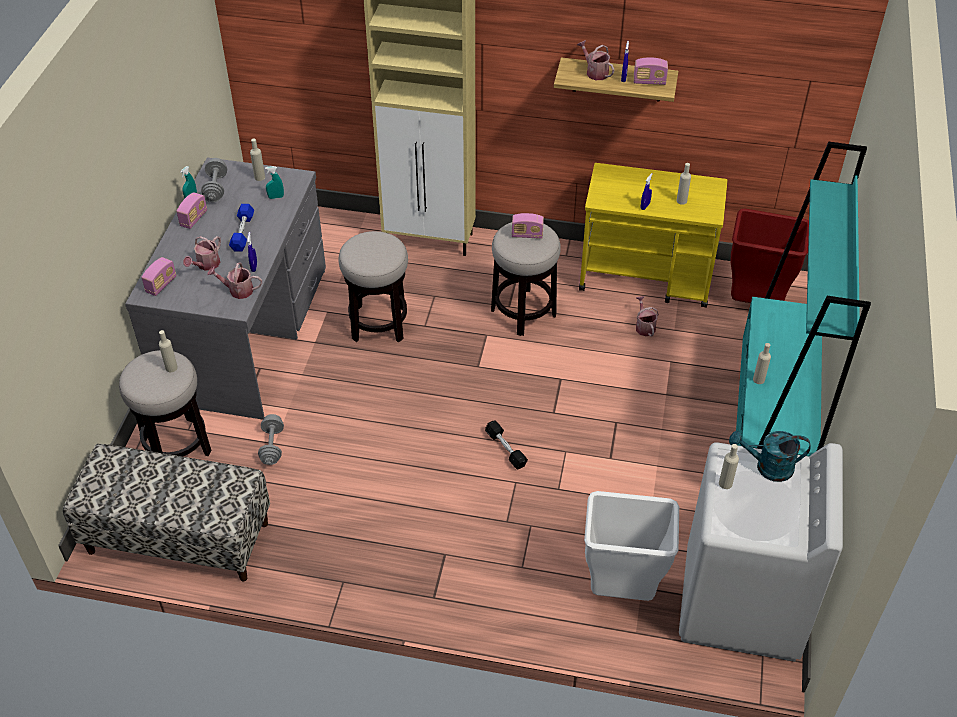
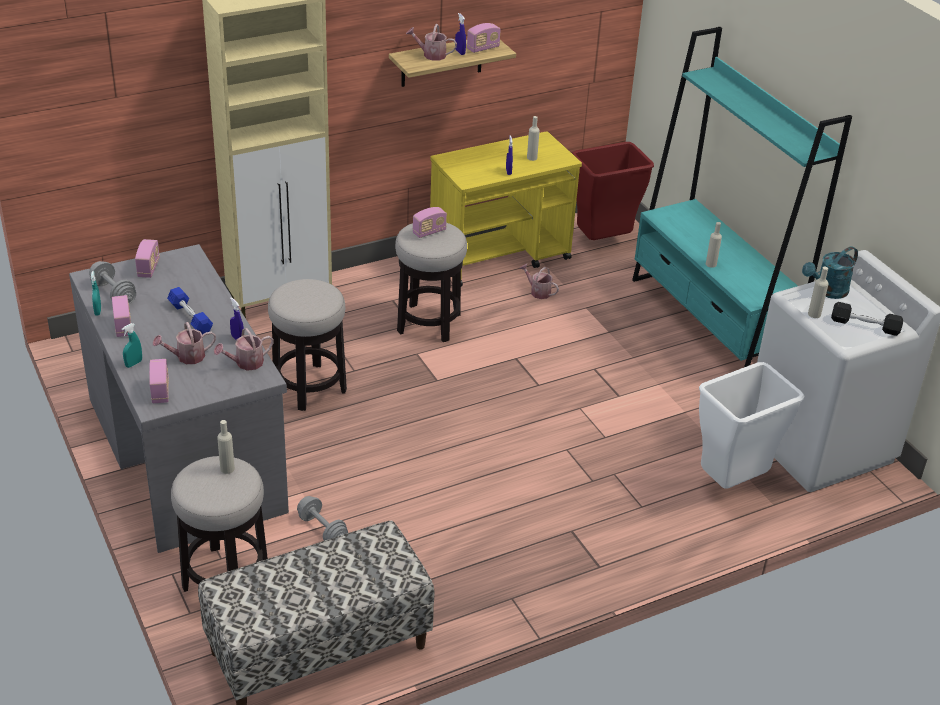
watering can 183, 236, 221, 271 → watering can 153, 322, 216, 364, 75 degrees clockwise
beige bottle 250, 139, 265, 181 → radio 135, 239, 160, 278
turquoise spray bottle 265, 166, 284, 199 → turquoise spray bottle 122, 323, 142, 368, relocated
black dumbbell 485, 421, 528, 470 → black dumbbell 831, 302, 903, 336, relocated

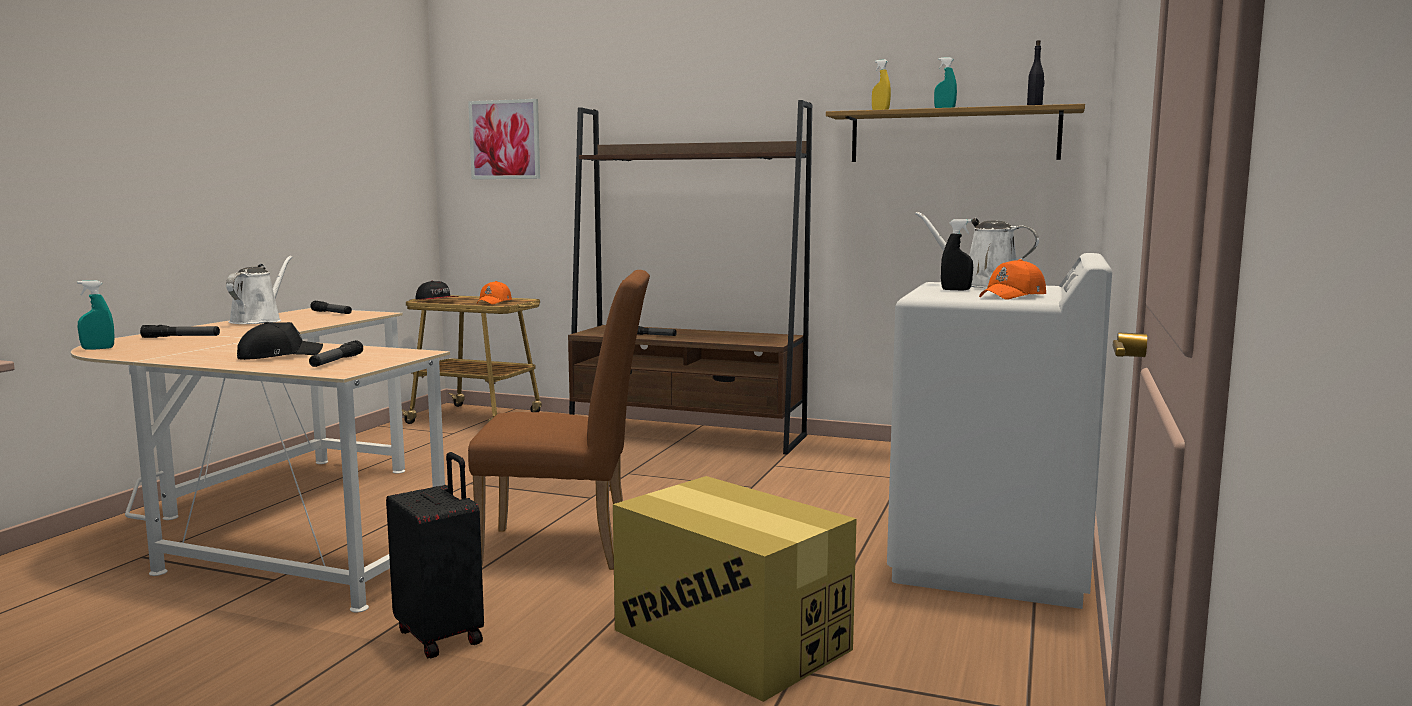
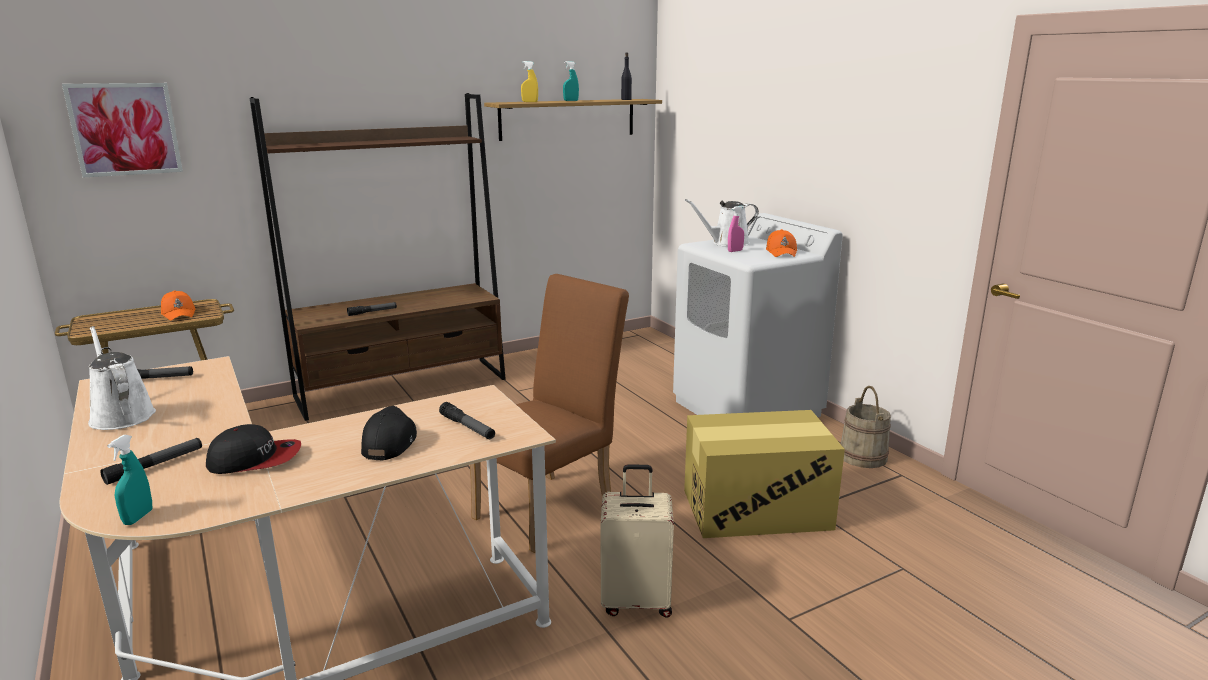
black suitcase 386, 452, 484, 658 → beige suitcase 601, 464, 674, 617
cap 416, 280, 458, 299 → cap 206, 424, 301, 474, relocated
black spray bottle 941, 219, 973, 290 → pink spray bottle 728, 206, 744, 252
- → beige bucket 840, 386, 891, 468

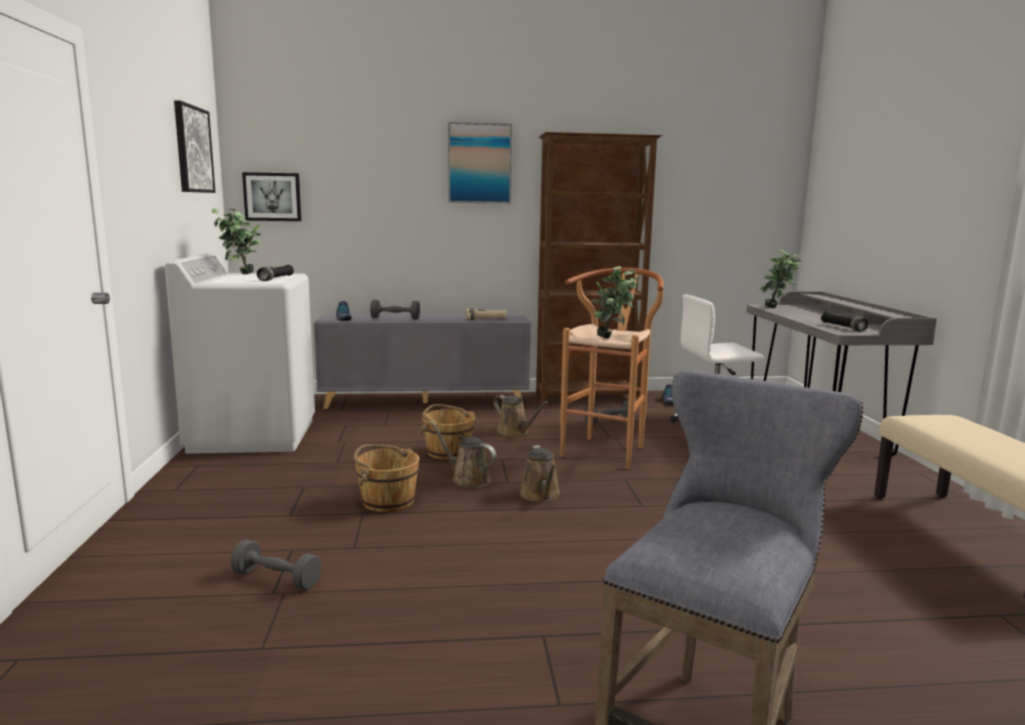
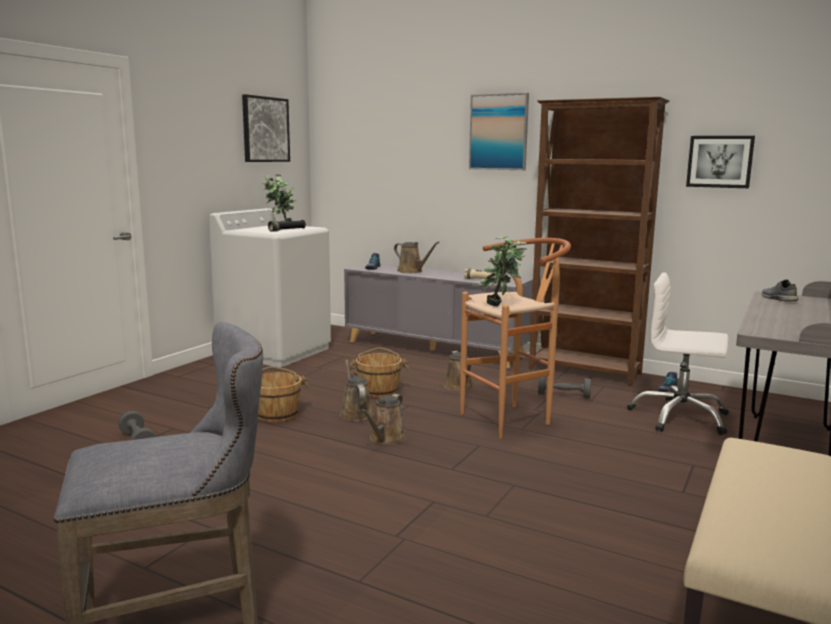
picture 242, 172, 301, 221 → picture 686, 136, 755, 188, relocated
grey dumbbell 370, 300, 420, 319 → brown watering can 394, 242, 439, 273
potted plant 759, 250, 802, 308 → grey shoe 762, 280, 798, 301
black flashlight 821, 312, 868, 331 → -

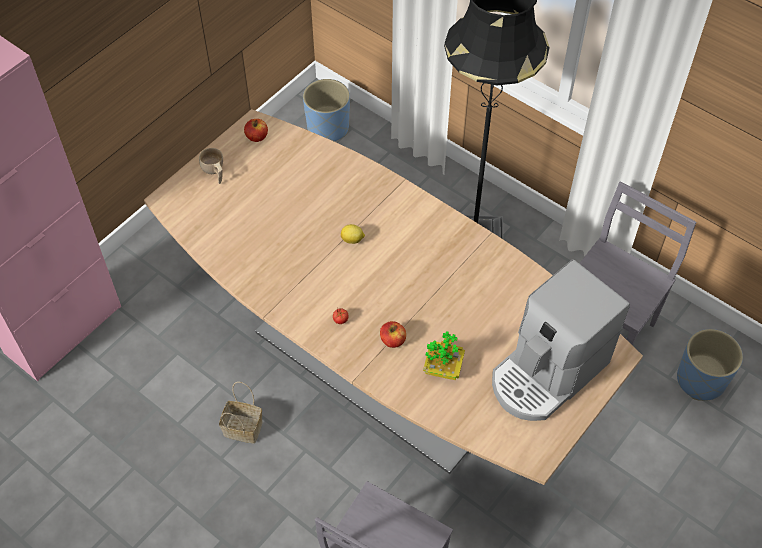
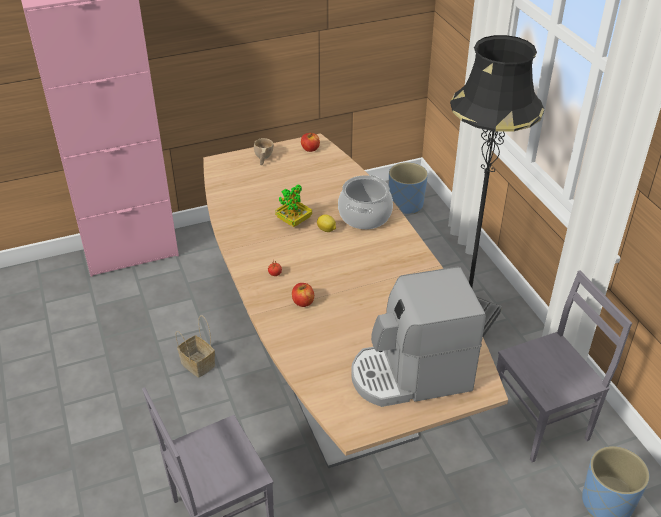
potted plant 423, 331, 465, 380 → potted plant 275, 184, 312, 227, relocated
- → cooking pot 338, 175, 393, 229

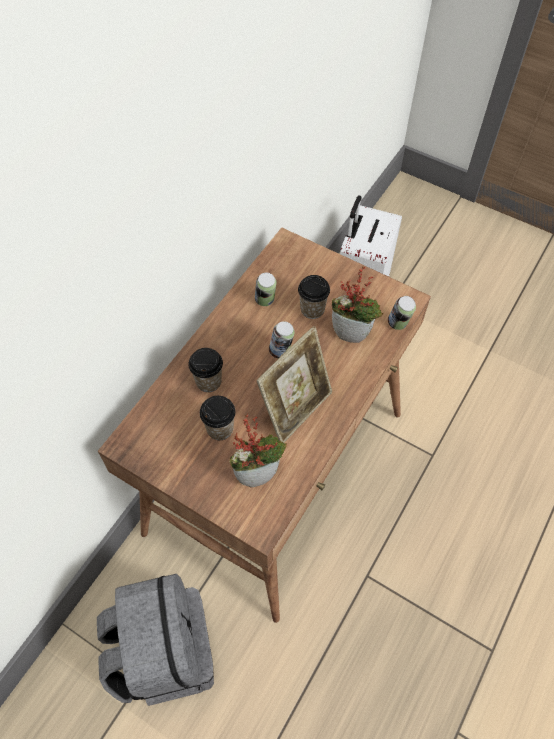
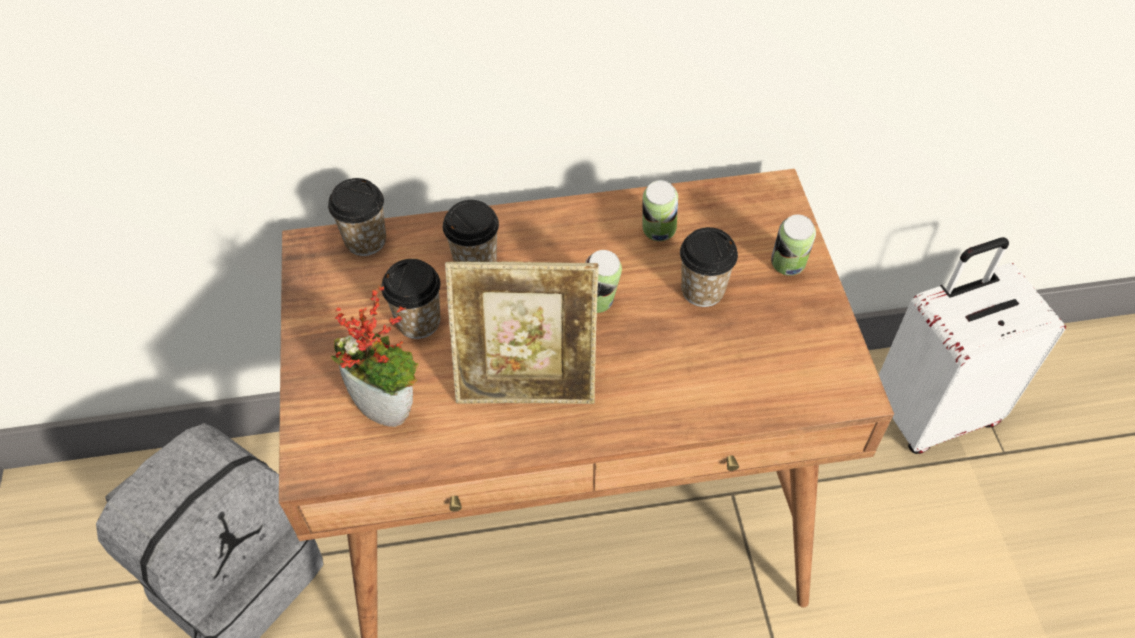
potted plant 332, 266, 383, 343 → -
can 388, 296, 416, 330 → can 771, 214, 816, 276, relocated
- → cup 328, 178, 386, 256

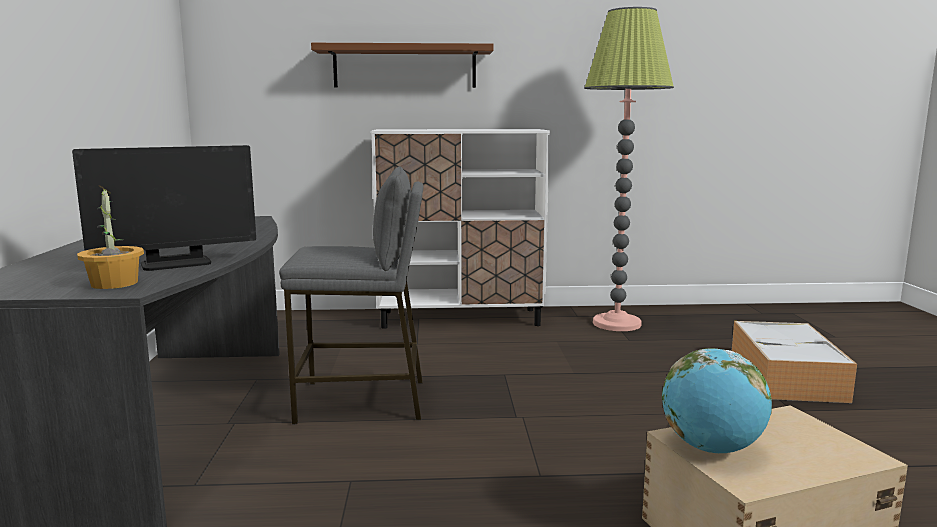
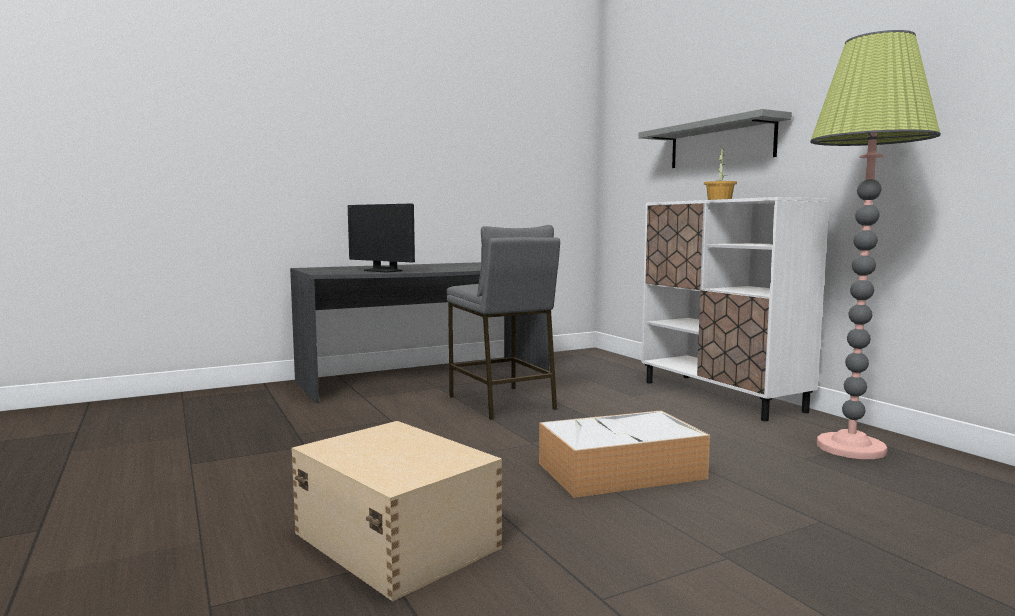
potted plant 77, 185, 144, 289 → potted plant 704, 149, 737, 200, relocated
brown shelf 311, 43, 494, 88 → grey shelf 639, 109, 792, 168
globe 662, 348, 772, 453 → -
storage box 732, 321, 857, 403 → storage box 539, 410, 710, 498, relocated

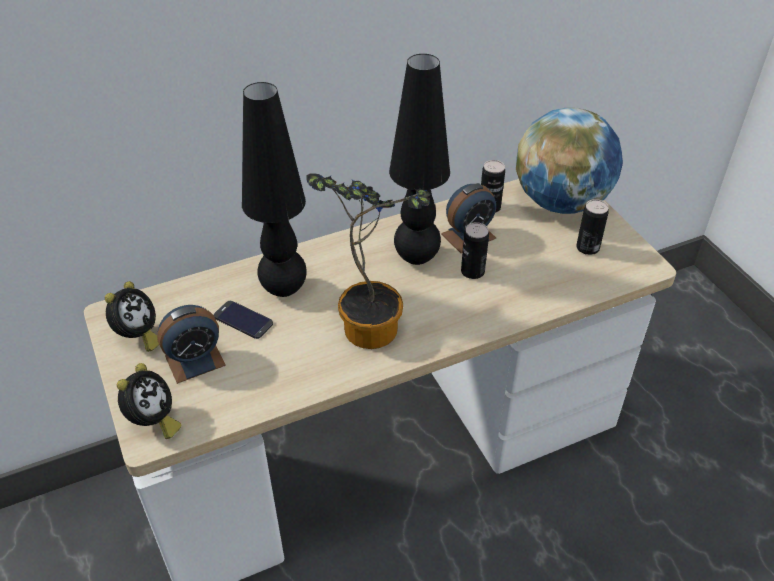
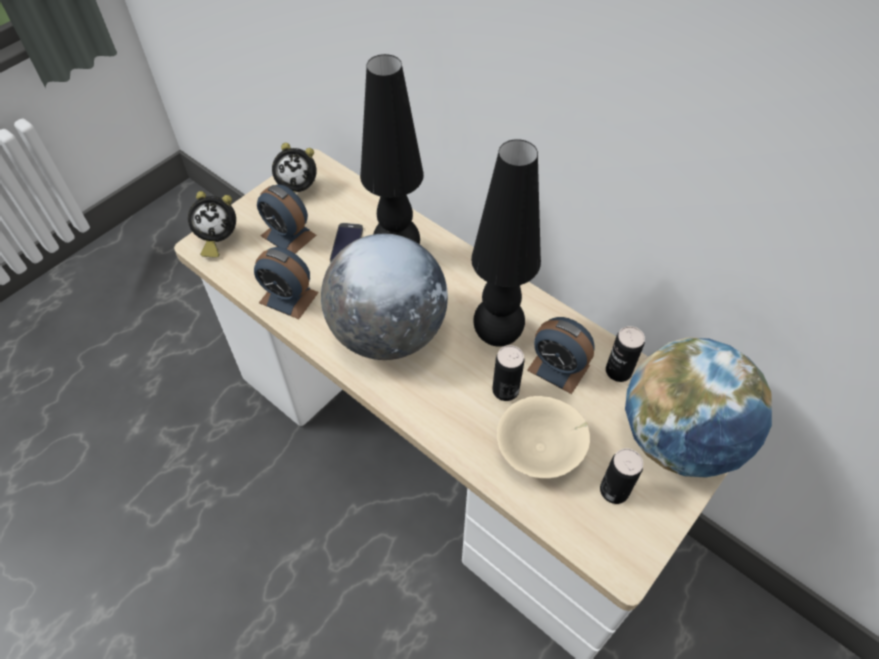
potted plant 306, 173, 431, 349 → globe 321, 234, 448, 360
- → alarm clock 254, 247, 318, 319
- → beige bowl 497, 396, 590, 478

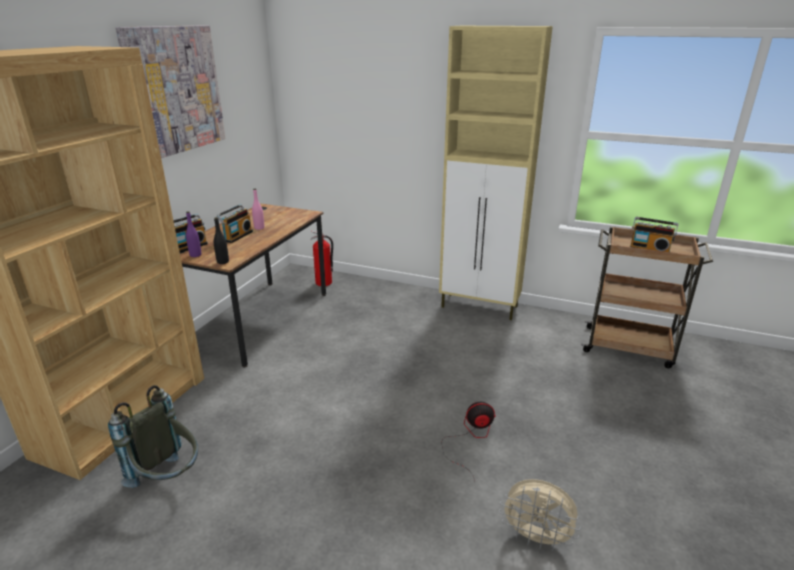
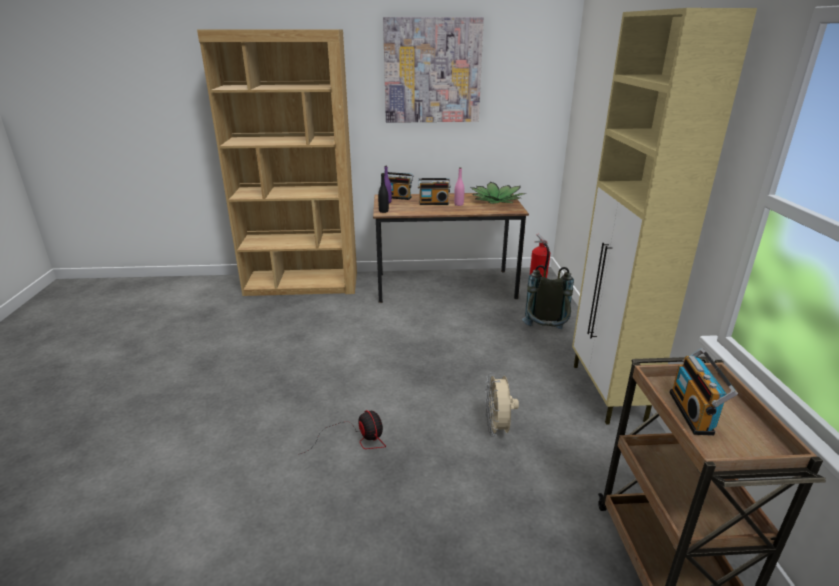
grey backpack 108, 385, 198, 488 → grey backpack 522, 265, 574, 329, relocated
beige fan 499, 479, 581, 551 → beige fan 485, 372, 519, 436, relocated
- → potted plant 471, 182, 527, 204

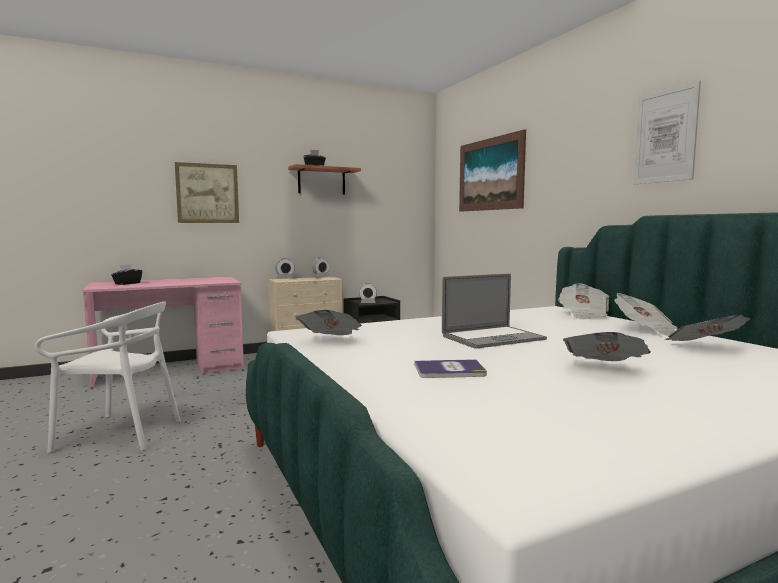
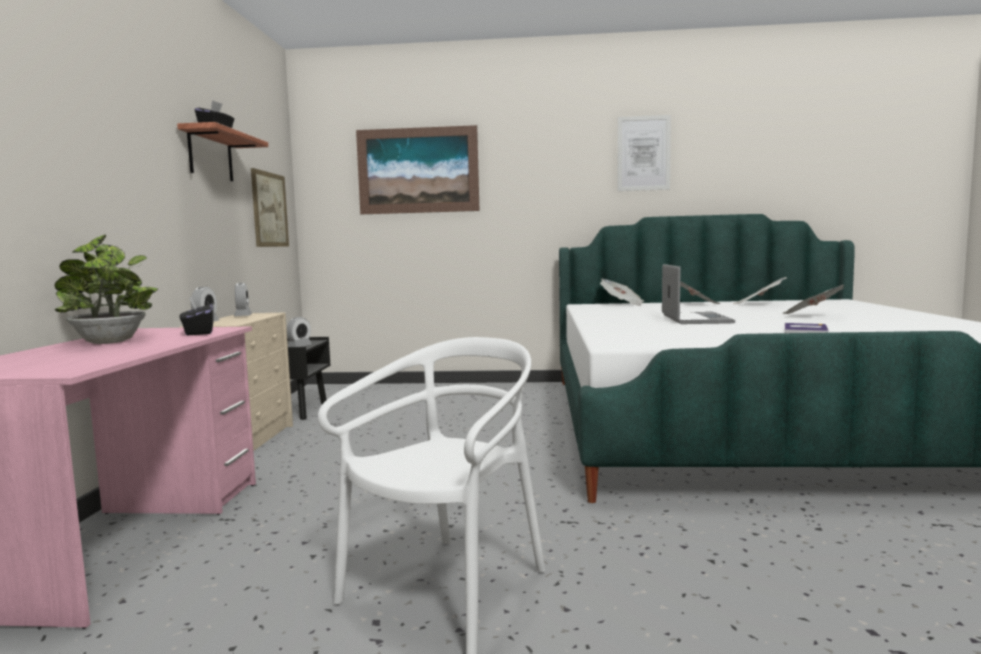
black tissue box 111, 264, 142, 285 → black tissue box 179, 296, 214, 335, relocated
picture 175, 162, 239, 223 → picture 251, 168, 289, 247, relocated
newspaper 296, 310, 362, 335 → -
- → potted plant 55, 235, 158, 344

